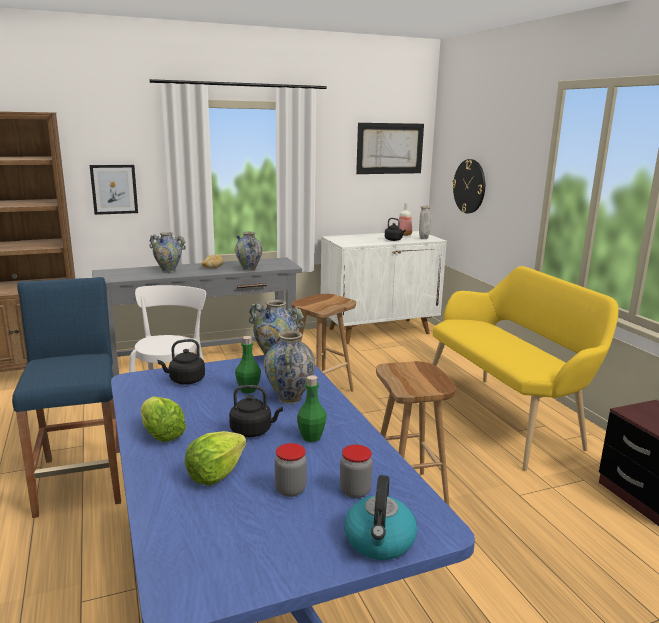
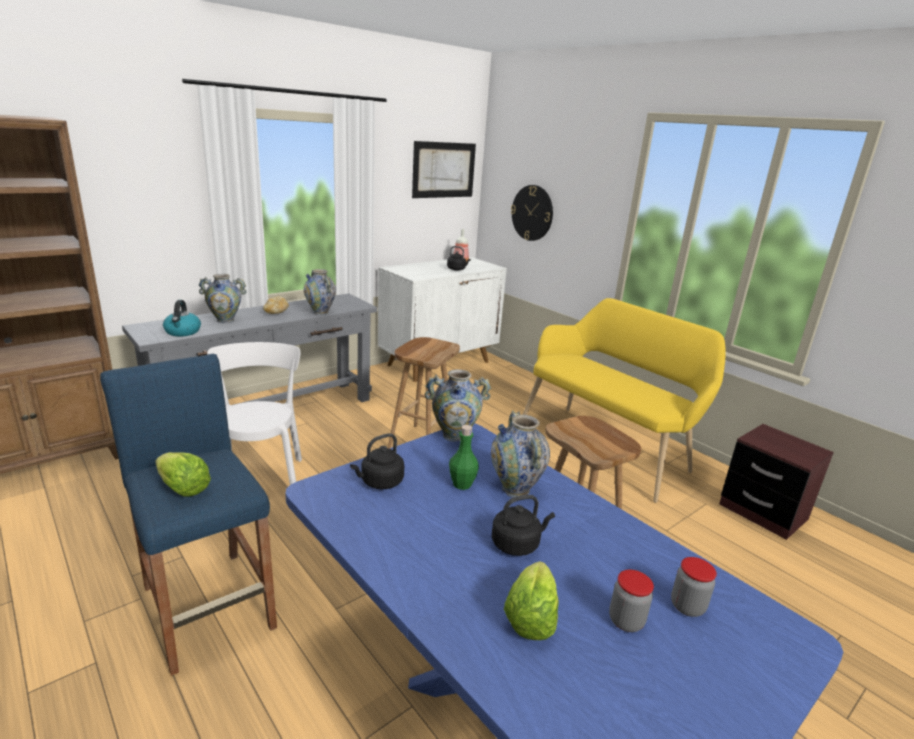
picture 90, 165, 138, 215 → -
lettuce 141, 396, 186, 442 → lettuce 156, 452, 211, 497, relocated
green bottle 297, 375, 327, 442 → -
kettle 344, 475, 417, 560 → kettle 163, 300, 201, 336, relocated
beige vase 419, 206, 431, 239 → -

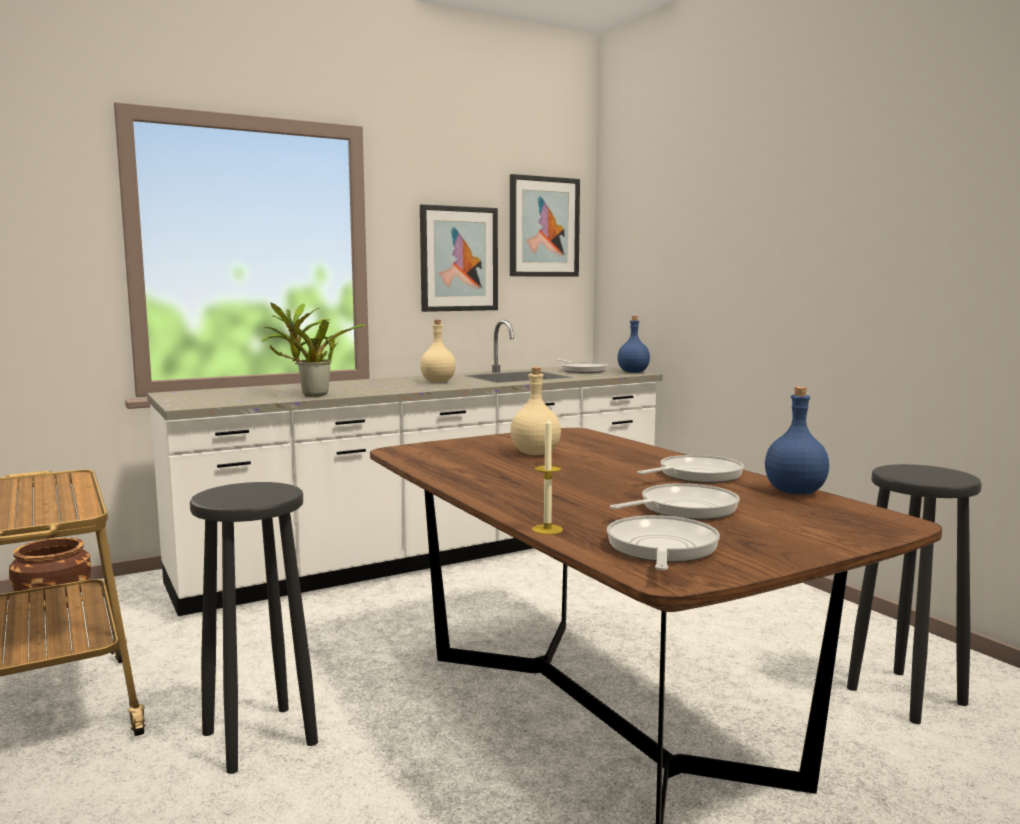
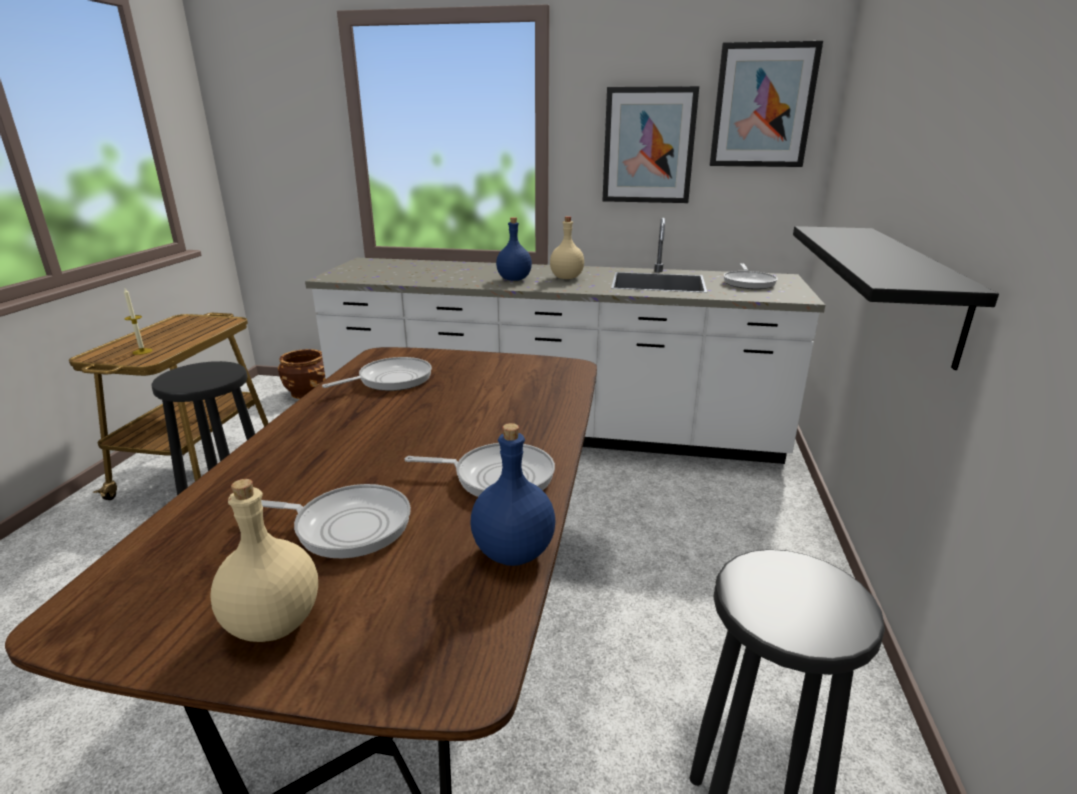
potted plant 262, 302, 365, 396 → -
beige bottle 510, 367, 561, 455 → beige bottle 210, 479, 318, 642, relocated
candle 532, 415, 563, 535 → candle 124, 288, 153, 355, relocated
frying pan 607, 515, 720, 570 → frying pan 322, 357, 432, 391, relocated
blue bottle 617, 316, 650, 373 → blue bottle 496, 217, 532, 281, relocated
- → black shelf 793, 226, 999, 370

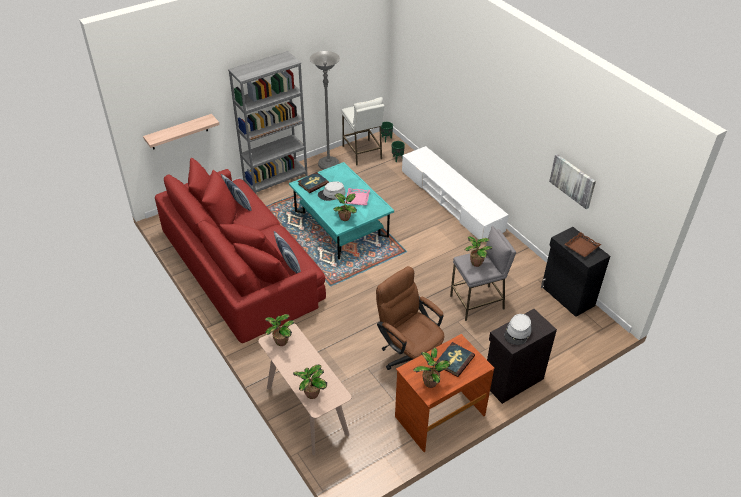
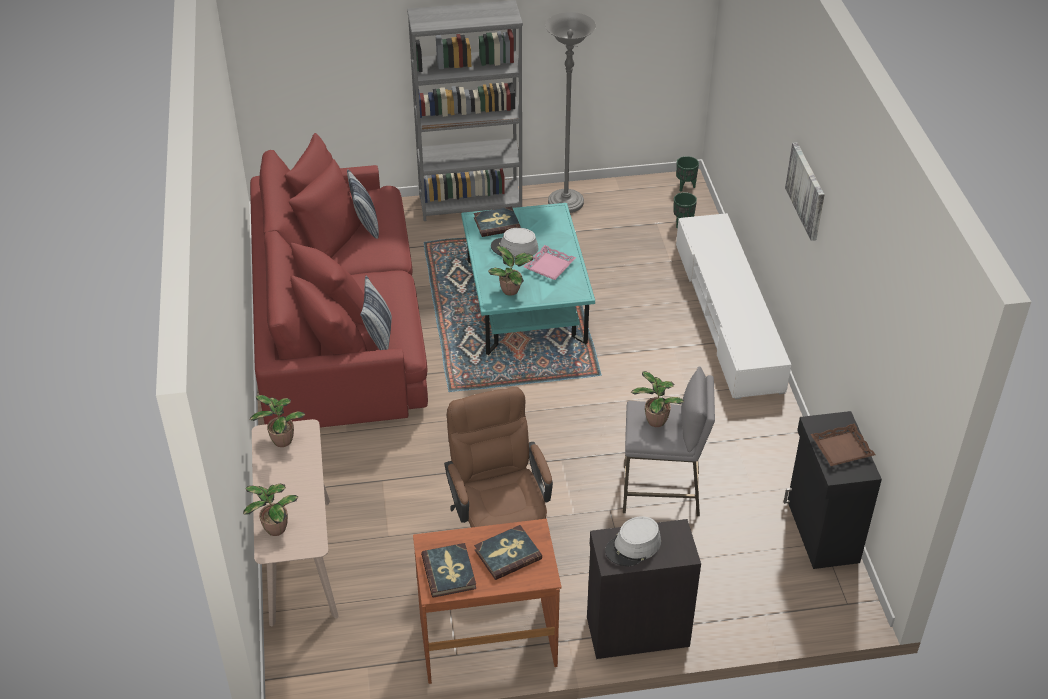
shelf 143, 114, 220, 150 → -
white stool 342, 97, 384, 165 → -
potted plant 413, 348, 450, 388 → book 421, 543, 476, 597
picture 549, 154, 596, 209 → picture 785, 142, 825, 241, relocated

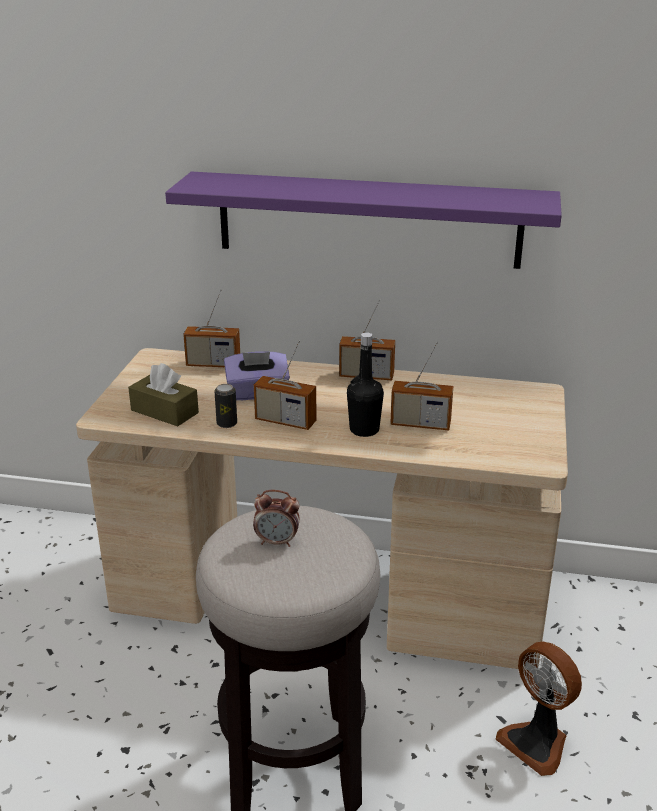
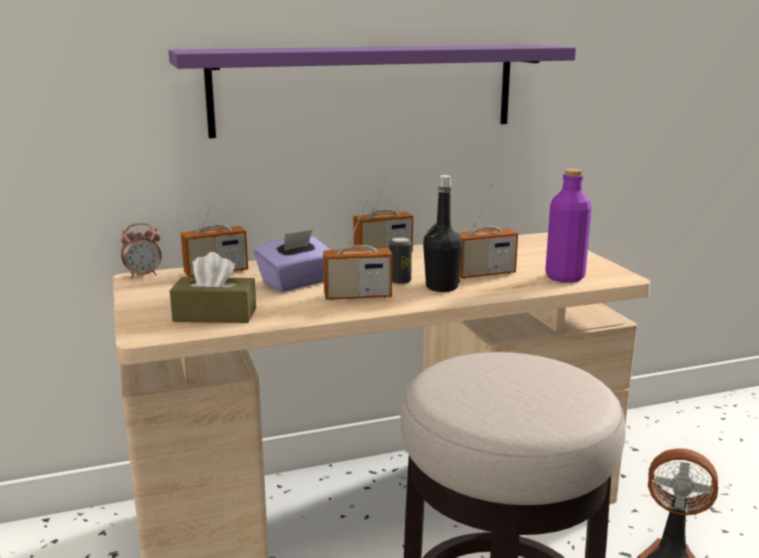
can 214, 384, 237, 428 → can 389, 237, 412, 284, relocated
alarm clock 253, 490, 299, 547 → alarm clock 120, 223, 162, 278, relocated
- → purple bottle 545, 169, 591, 283

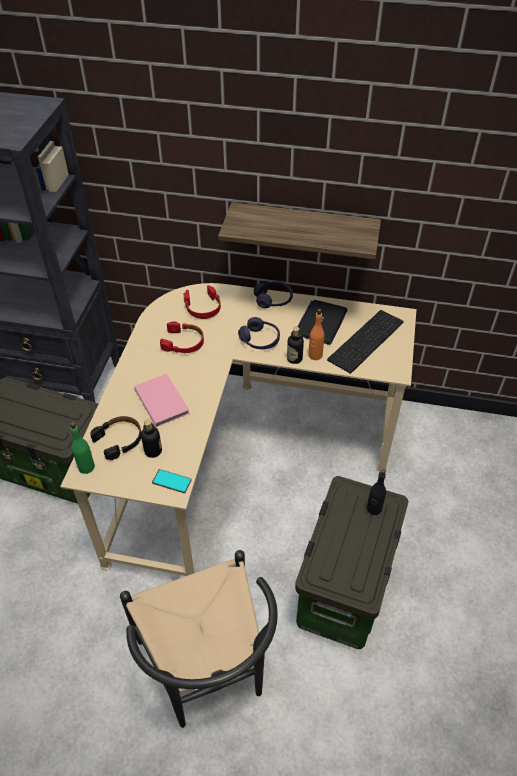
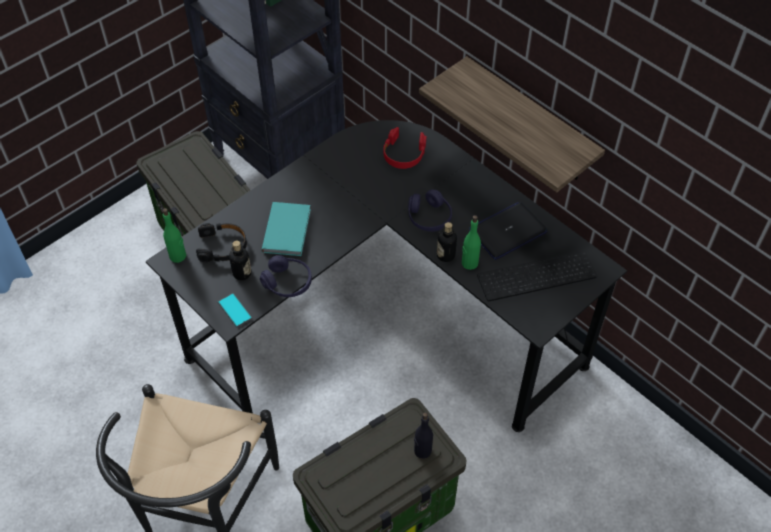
beige desk 60, 283, 417, 576 → black desk 146, 120, 627, 432
pink book 134, 374, 189, 427 → turquoise book 262, 202, 311, 256
red headphones 160, 321, 204, 353 → -
purple headphones 254, 281, 293, 308 → purple headphones 260, 255, 312, 297, relocated
orange bottle 308, 308, 324, 360 → green bottle 462, 215, 481, 270

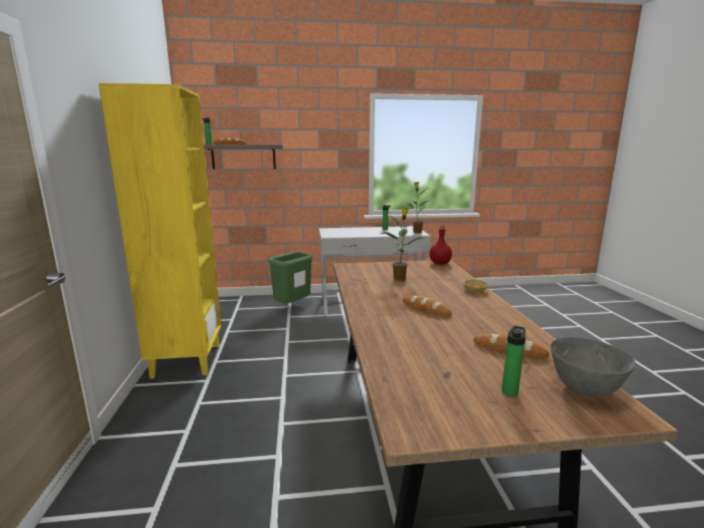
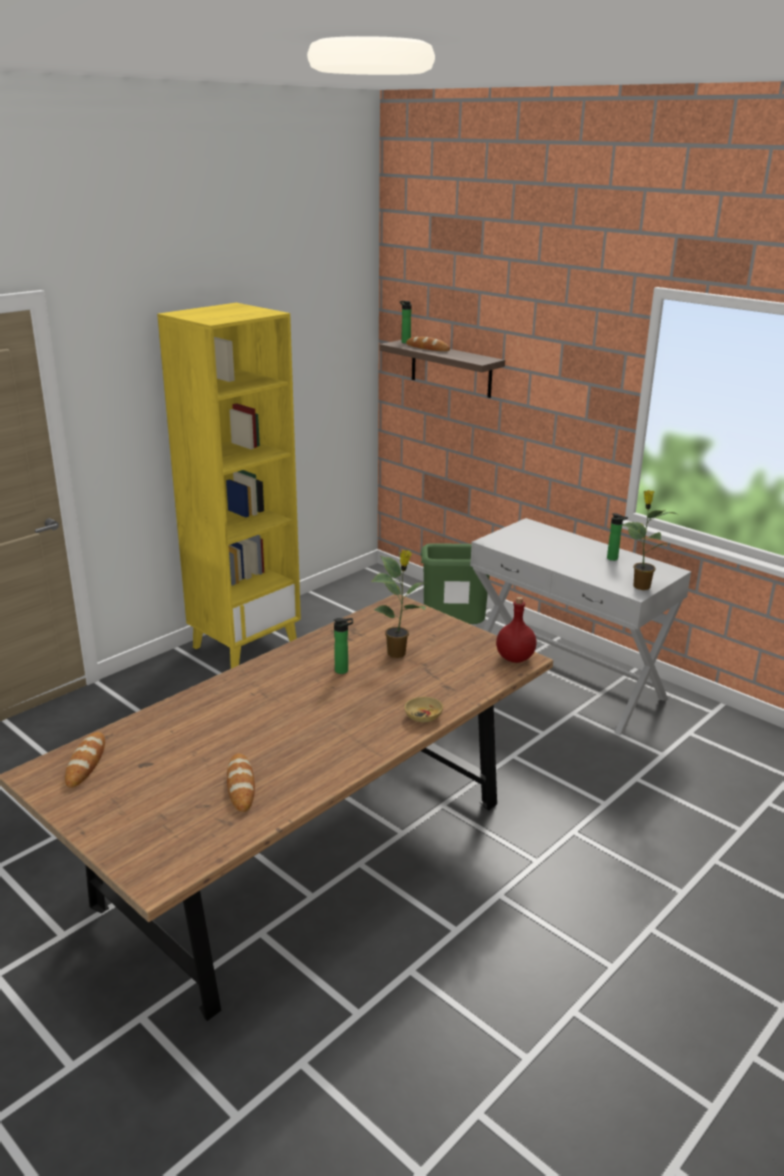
bread 402, 296, 452, 316 → bread 65, 732, 105, 788, relocated
bottle 502, 326, 526, 397 → bottle 333, 618, 353, 674, relocated
grey bowl 551, 337, 636, 397 → -

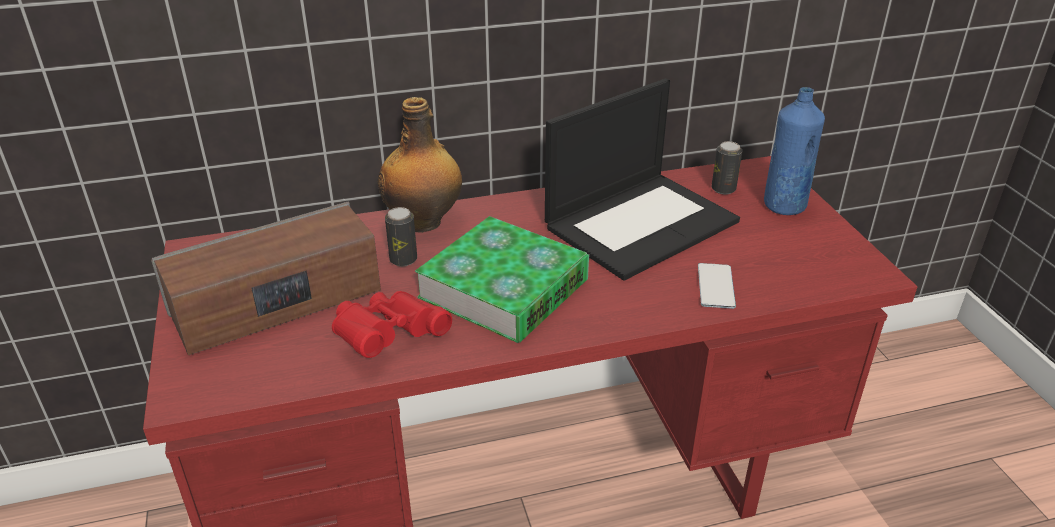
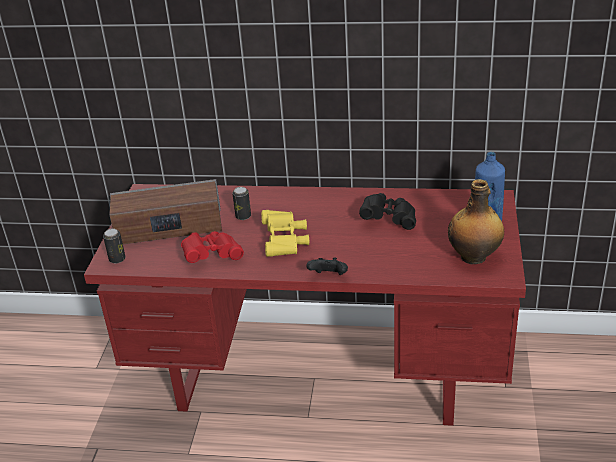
bottle 378, 97, 462, 233 → bottle 448, 179, 504, 265, relocated
book 415, 216, 589, 343 → yellow binoculars 261, 210, 309, 257
laptop 545, 79, 740, 280 → black binoculars 359, 193, 416, 230
phone 698, 263, 736, 309 → -
can 712, 141, 742, 194 → can 103, 228, 126, 264, relocated
- → black game controller 306, 258, 348, 275

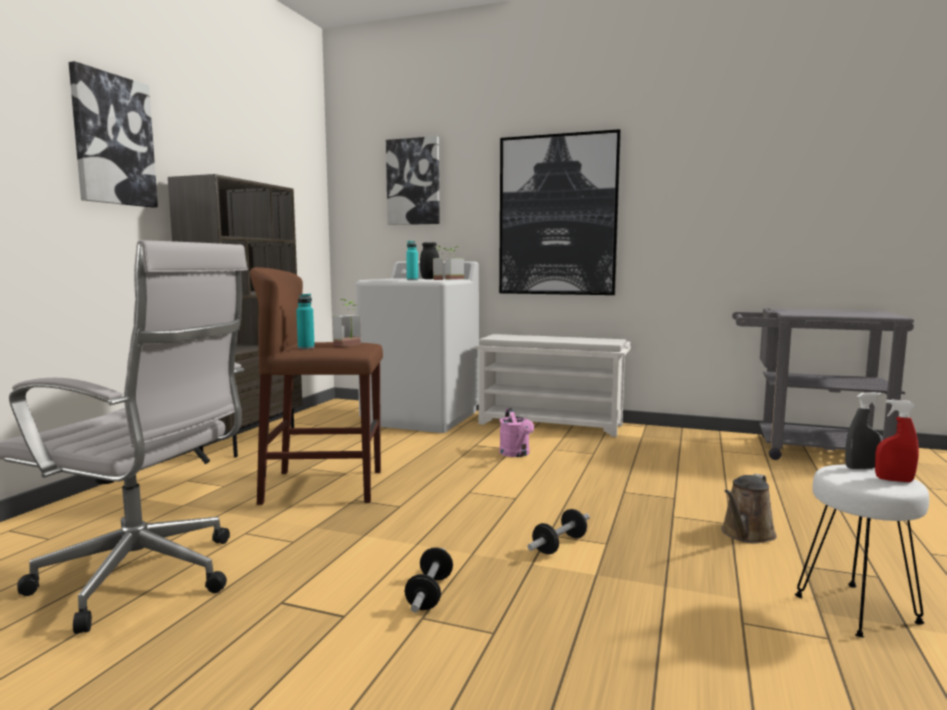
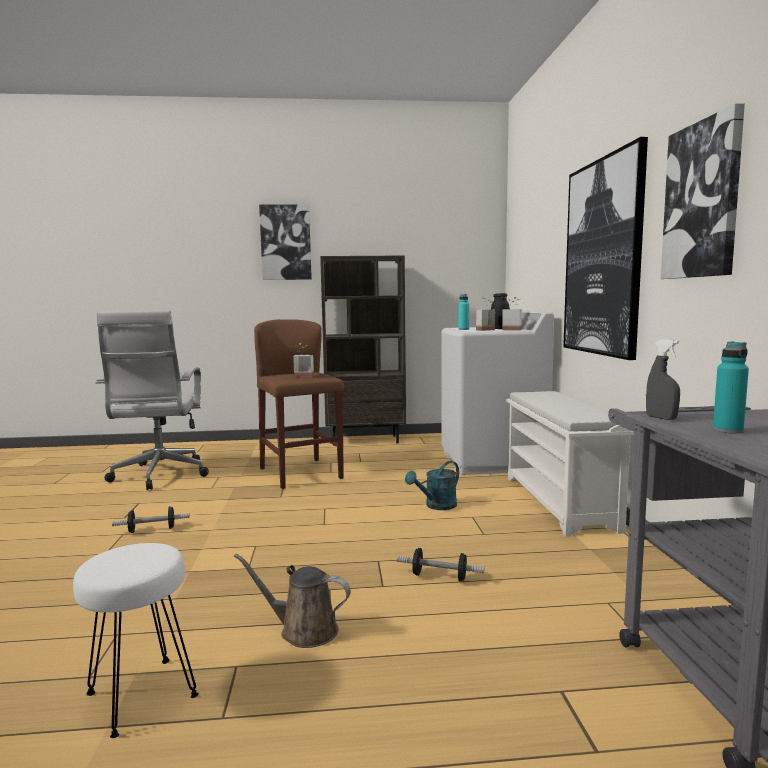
turquoise bottle 296, 294, 315, 349 → turquoise bottle 713, 342, 749, 434, relocated
picture 386, 136, 440, 225 → picture 661, 103, 745, 279, relocated
pink watering can 499, 408, 534, 457 → turquoise watering can 405, 461, 459, 510
dumbbell 527, 509, 590, 555 → dumbbell 397, 548, 484, 582, relocated
grey spray bottle 845, 392, 881, 469 → grey spray bottle 646, 340, 680, 420, relocated
red spray bottle 875, 399, 919, 482 → -

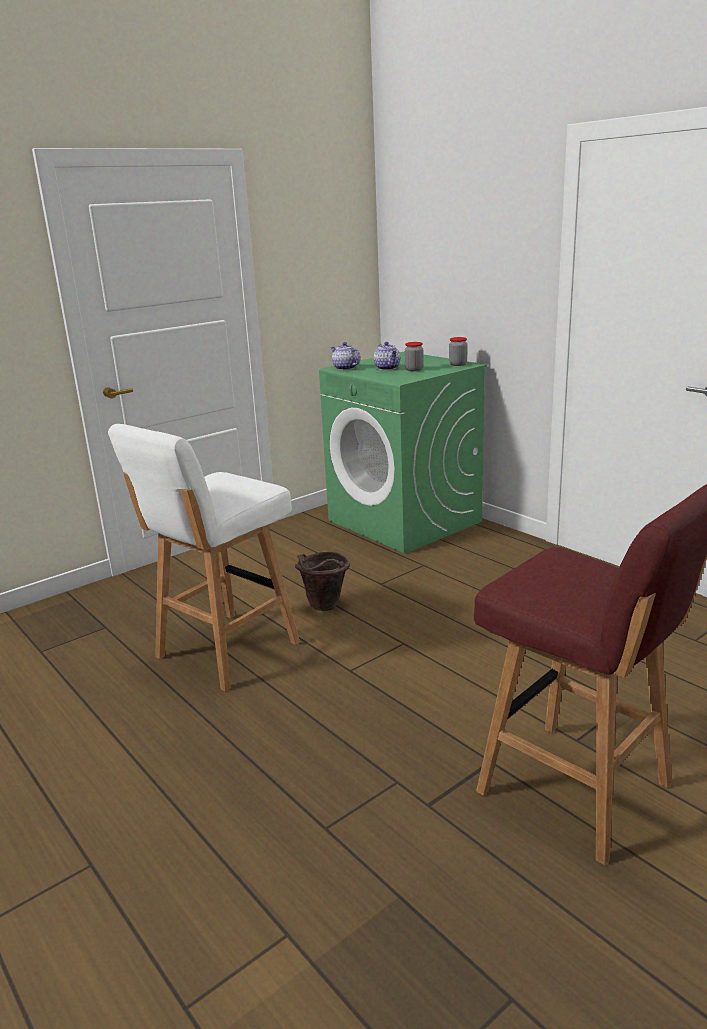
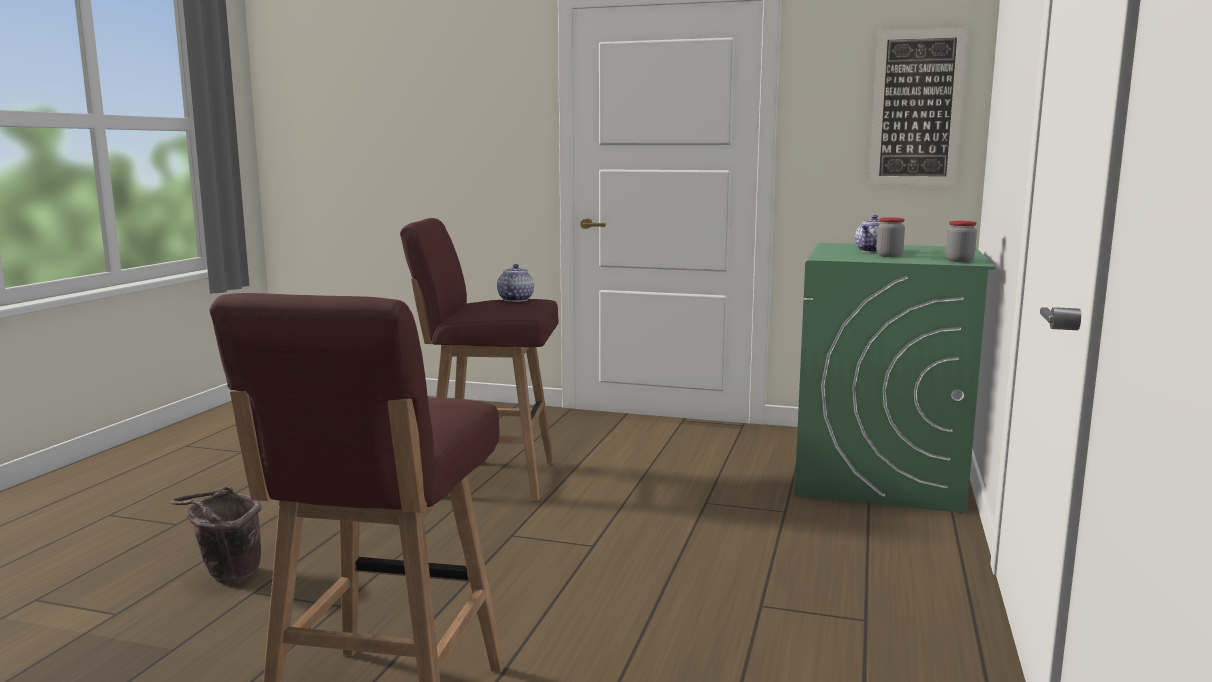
white stool 108, 424, 300, 691 → red stool 400, 218, 559, 501
brown bucket 295, 551, 351, 611 → brown bucket 170, 486, 262, 584, relocated
teapot 330, 342, 361, 370 → teapot 497, 264, 534, 302, relocated
- → picture 869, 28, 968, 185

